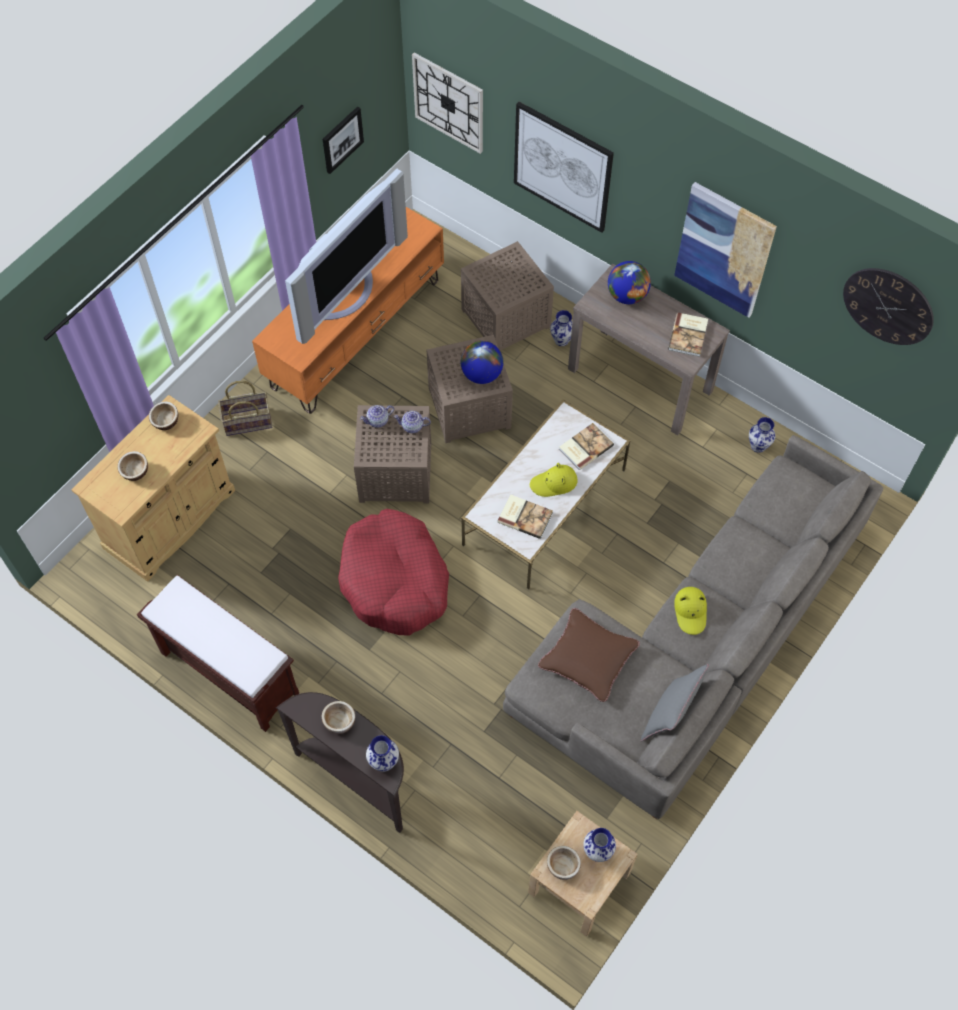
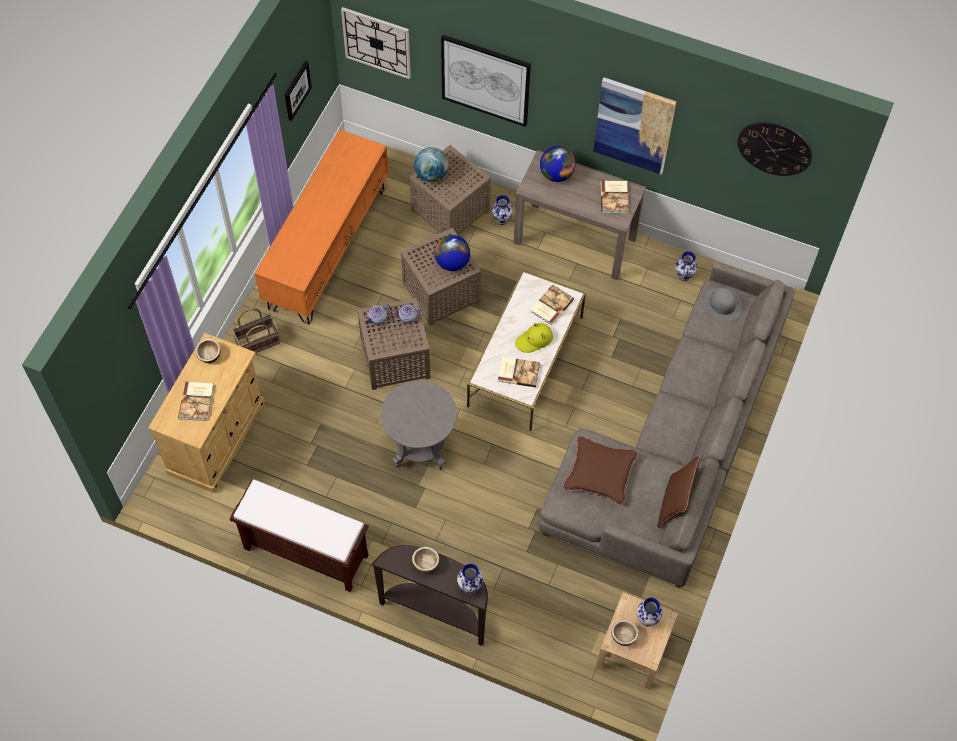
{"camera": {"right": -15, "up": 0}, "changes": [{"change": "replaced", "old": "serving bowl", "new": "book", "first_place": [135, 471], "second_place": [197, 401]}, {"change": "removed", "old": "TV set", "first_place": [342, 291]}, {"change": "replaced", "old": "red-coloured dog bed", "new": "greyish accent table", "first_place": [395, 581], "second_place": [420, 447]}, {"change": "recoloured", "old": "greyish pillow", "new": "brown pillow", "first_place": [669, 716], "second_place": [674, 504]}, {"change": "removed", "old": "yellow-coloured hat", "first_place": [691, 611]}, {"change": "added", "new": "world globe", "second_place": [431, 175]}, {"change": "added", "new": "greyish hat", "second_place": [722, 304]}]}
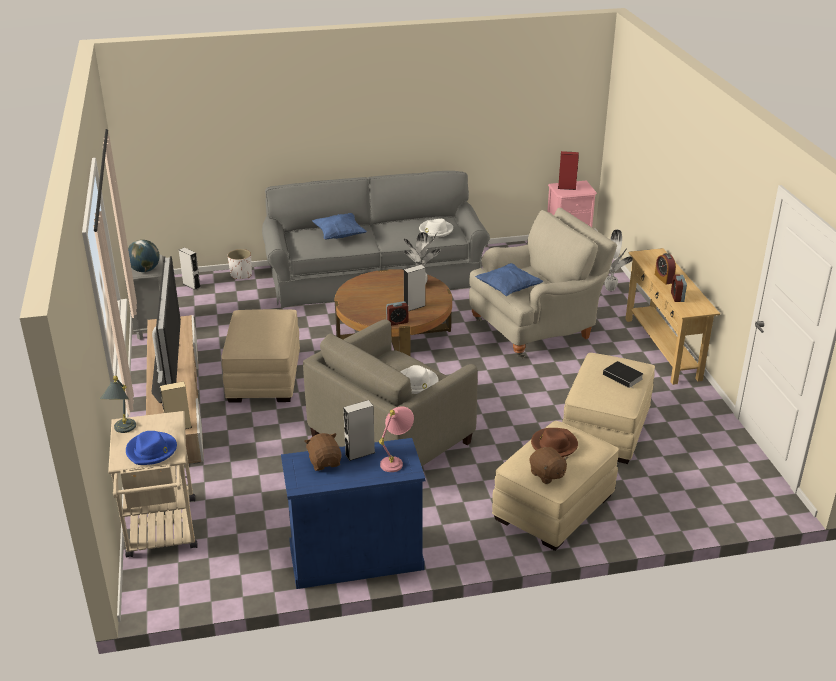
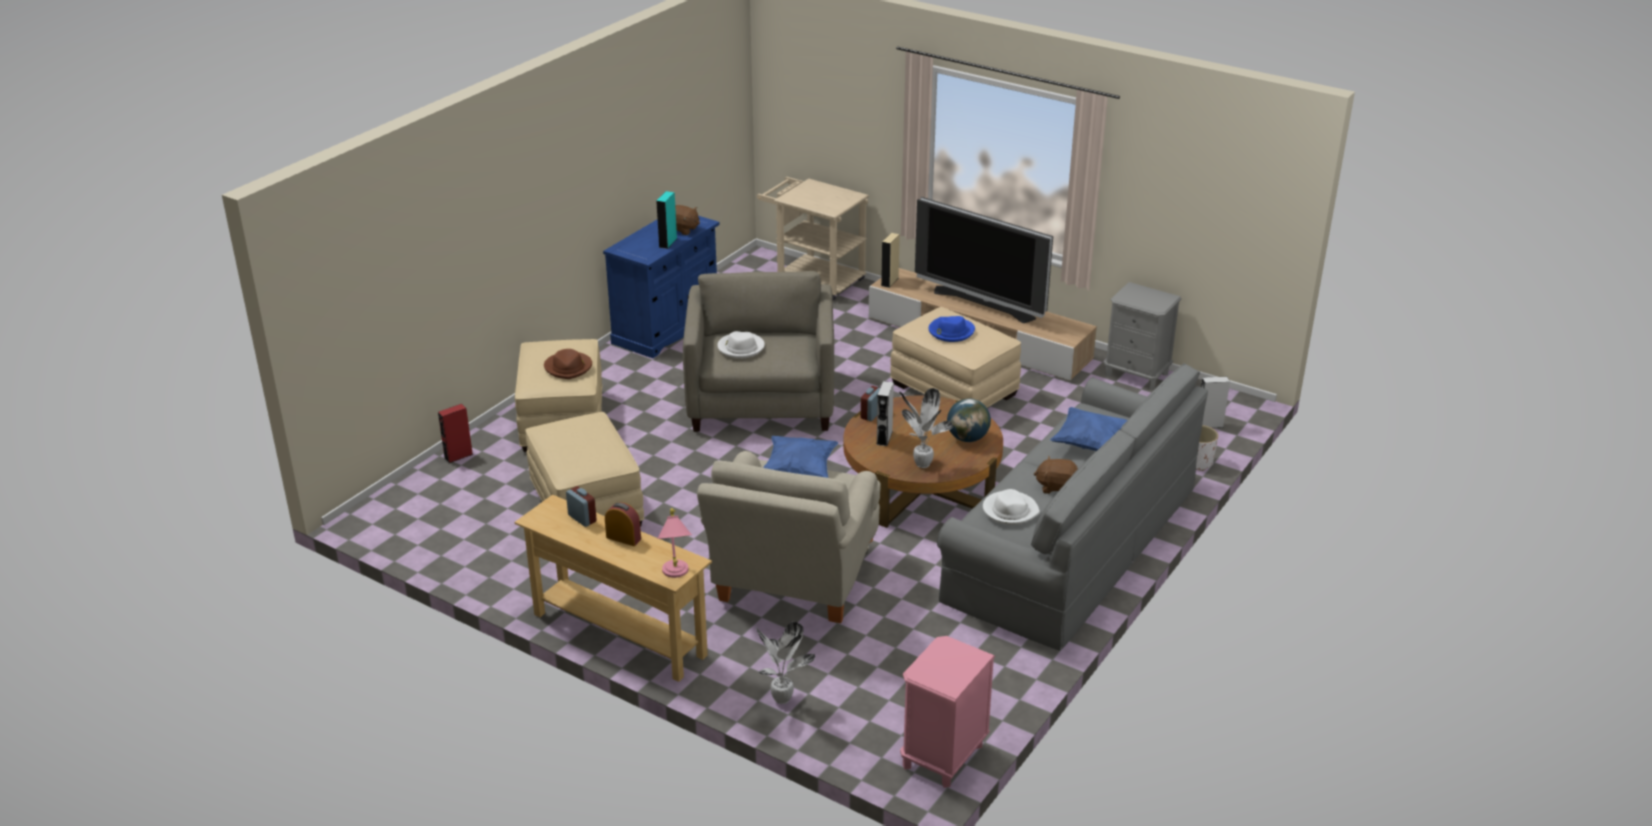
{"camera": {"right": 135, "up": 0}, "changes": [{"change": "removed", "old": "greyish tabletop lamp", "first_place": [122, 431]}, {"change": "moved", "old": "bluish hat", "first_place": [152, 450], "second_place": [951, 331]}, {"change": "moved", "old": "world globe", "first_place": [144, 270], "second_place": [967, 438]}, {"change": "recoloured", "old": "greyish loudspeaker", "new": "turquoise loudspeaker", "first_place": [360, 453], "second_place": [668, 242]}, {"change": "moved", "old": "pink-coloured tabletop lamp", "first_place": [396, 460], "second_place": [676, 575]}, {"change": "moved", "old": "brown cuddly toy", "first_place": [547, 475], "second_place": [1056, 487]}, {"change": "moved", "old": "red-coloured loudspeaker", "first_place": [566, 188], "second_place": [458, 456]}, {"change": "removed", "old": "book", "first_place": [624, 377]}]}
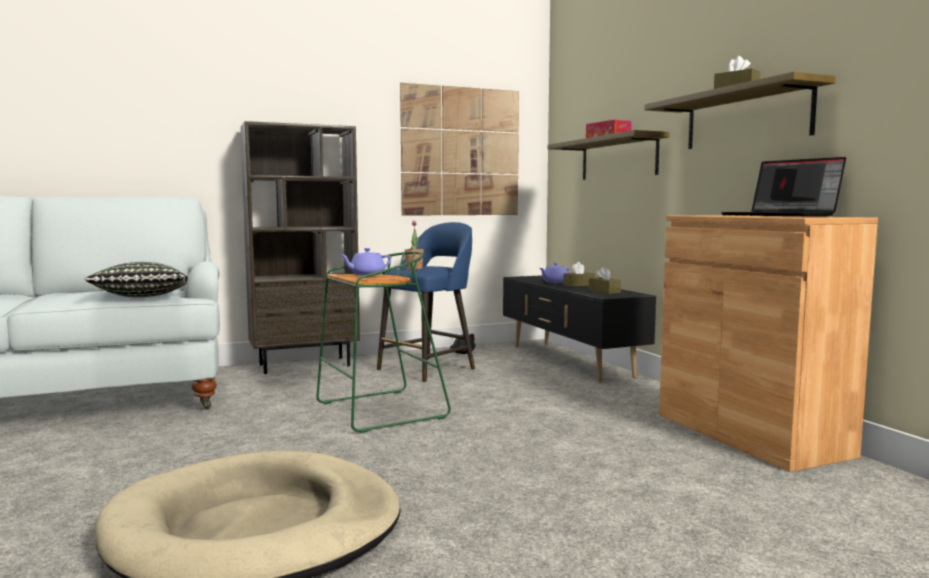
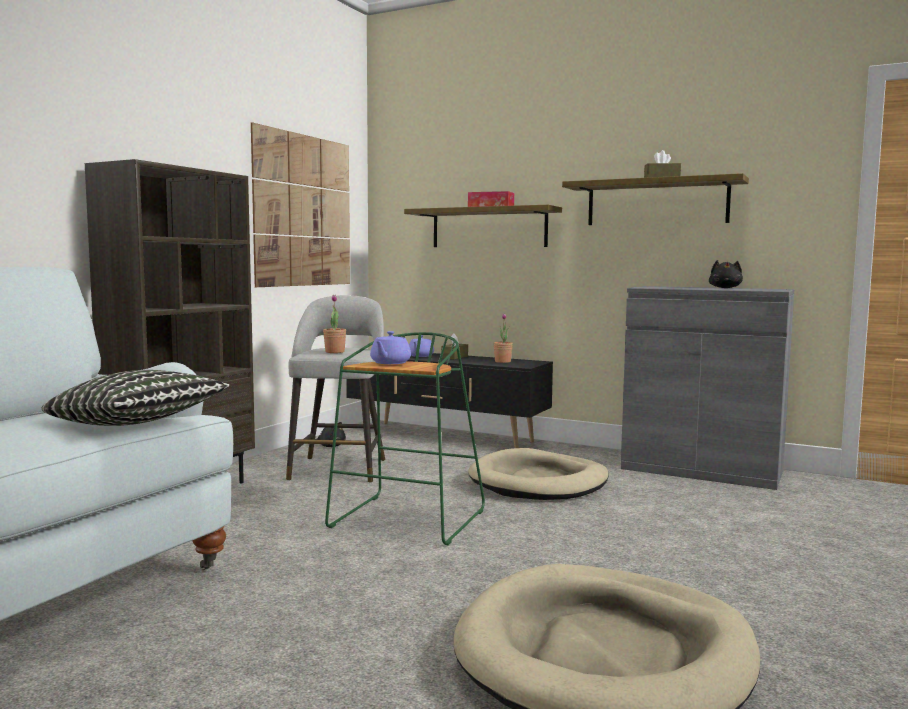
{"camera": {"right": -40, "up": 0}, "changes": [{"change": "recoloured", "old": "bluish sitting stool", "new": "greyish sitting stool", "first_place": [428, 369], "second_place": [339, 468]}, {"change": "replaced", "old": "brown box of tissues", "new": "plant in a pot", "first_place": [604, 292], "second_place": [502, 361]}, {"change": "recoloured", "old": "brown cupboard", "new": "greyish cupboard", "first_place": [750, 434], "second_place": [701, 470]}, {"change": "replaced", "old": "laptop", "new": "blackish cuddly toy", "first_place": [782, 216], "second_place": [725, 288]}, {"change": "added", "new": "beige-coloured dog bed", "second_place": [539, 482]}]}
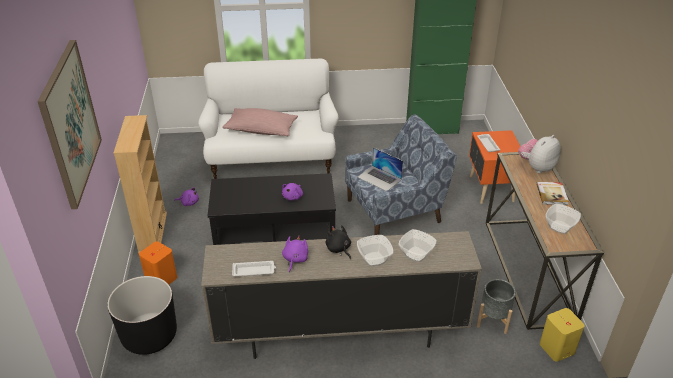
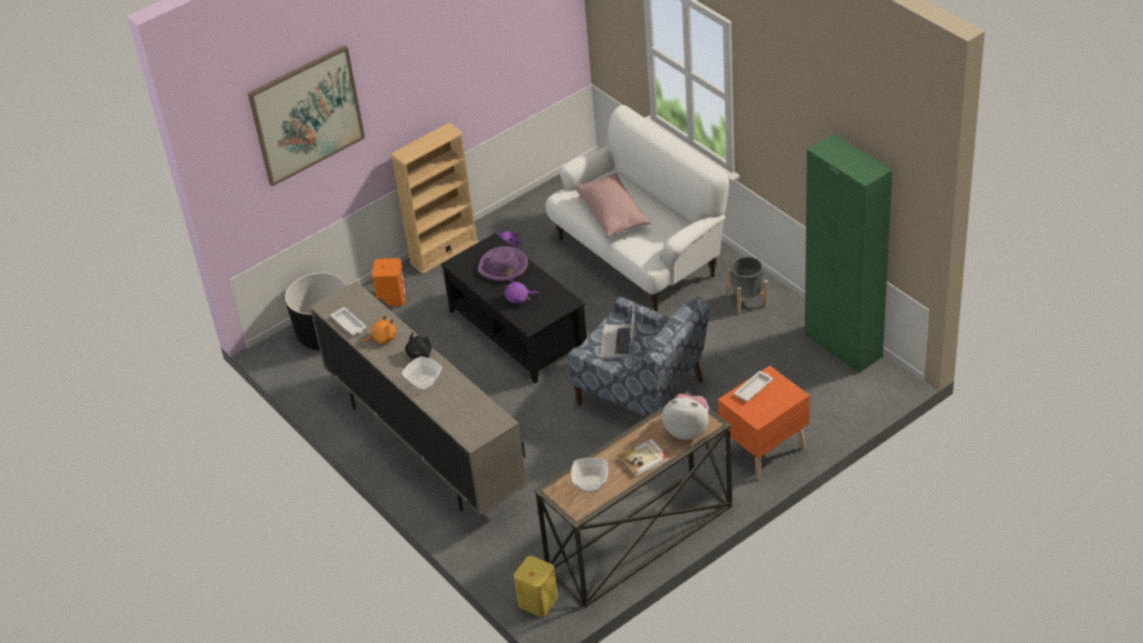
{"camera": {"right": 60, "up": 5}, "changes": [{"change": "recoloured", "old": "purplish cuddly toy", "new": "orange cuddly toy", "first_place": [295, 259], "second_place": [382, 338]}, {"change": "removed", "old": "serving bowl", "first_place": [416, 255]}, {"change": "moved", "old": "greyish plant pot", "first_place": [493, 319], "second_place": [747, 300]}, {"change": "added", "new": "purplish hat", "second_place": [503, 267]}]}
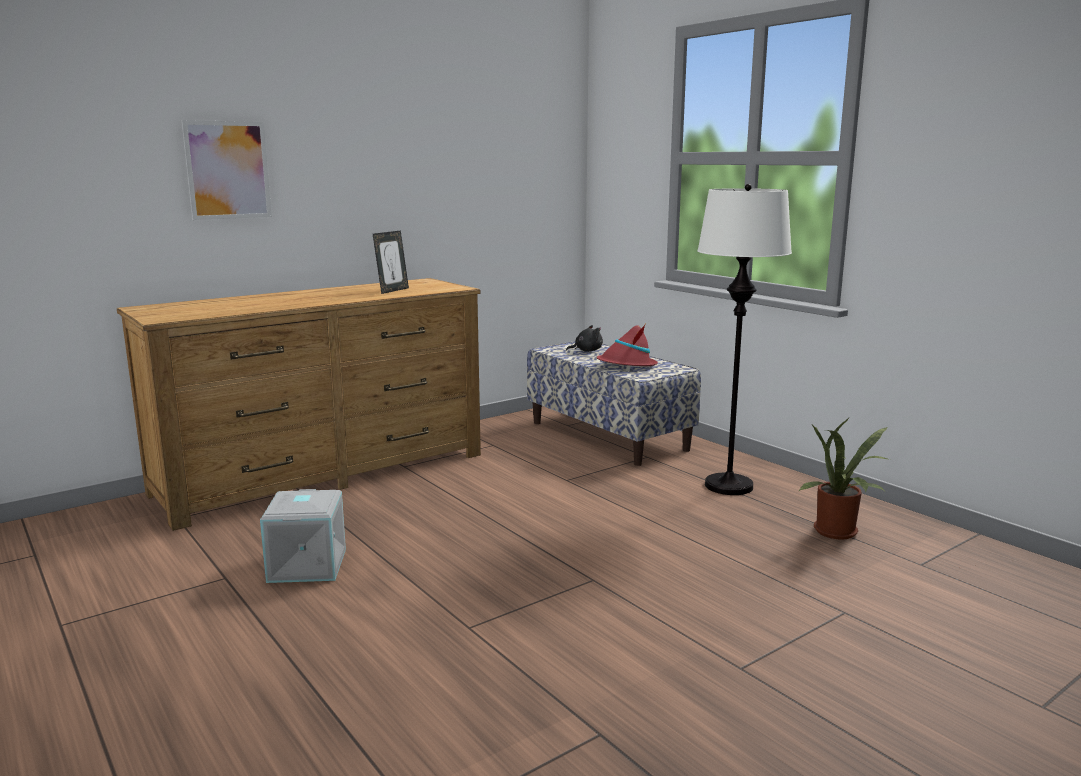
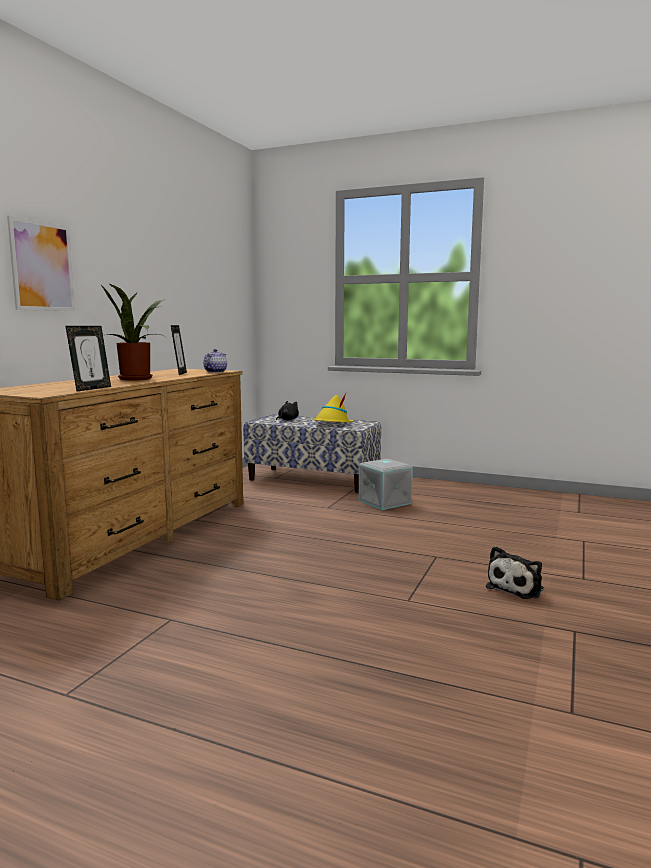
{"camera": {"right": -30, "up": -5}, "changes": [{"change": "moved", "old": "greyish storage container", "first_place": [309, 566], "second_place": [385, 502]}, {"change": "recoloured", "old": "red-coloured hat", "new": "yellow-coloured hat", "first_place": [626, 365], "second_place": [332, 424]}, {"change": "removed", "old": "white standing lamp", "first_place": [728, 486]}, {"change": "moved", "old": "plant in a pot", "first_place": [839, 533], "second_place": [138, 379]}, {"change": "added", "new": "standing frame", "second_place": [91, 389]}, {"change": "added", "new": "tea pot", "second_place": [215, 372]}, {"change": "added", "new": "cuddly toy", "second_place": [517, 587]}]}
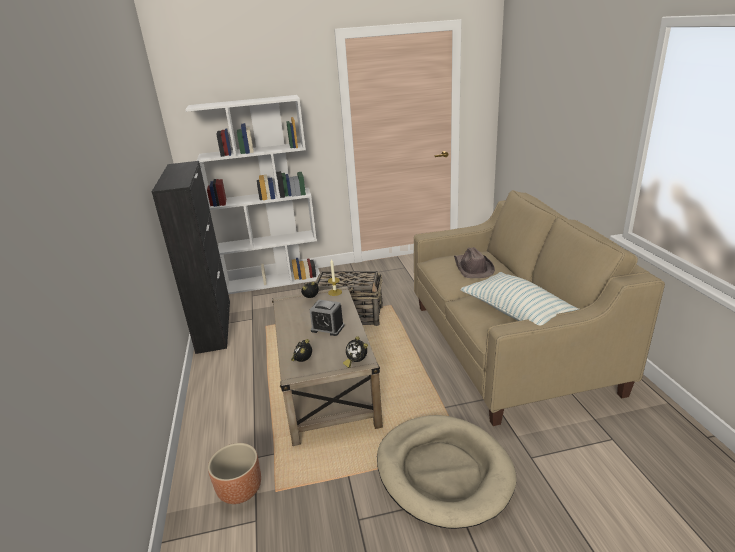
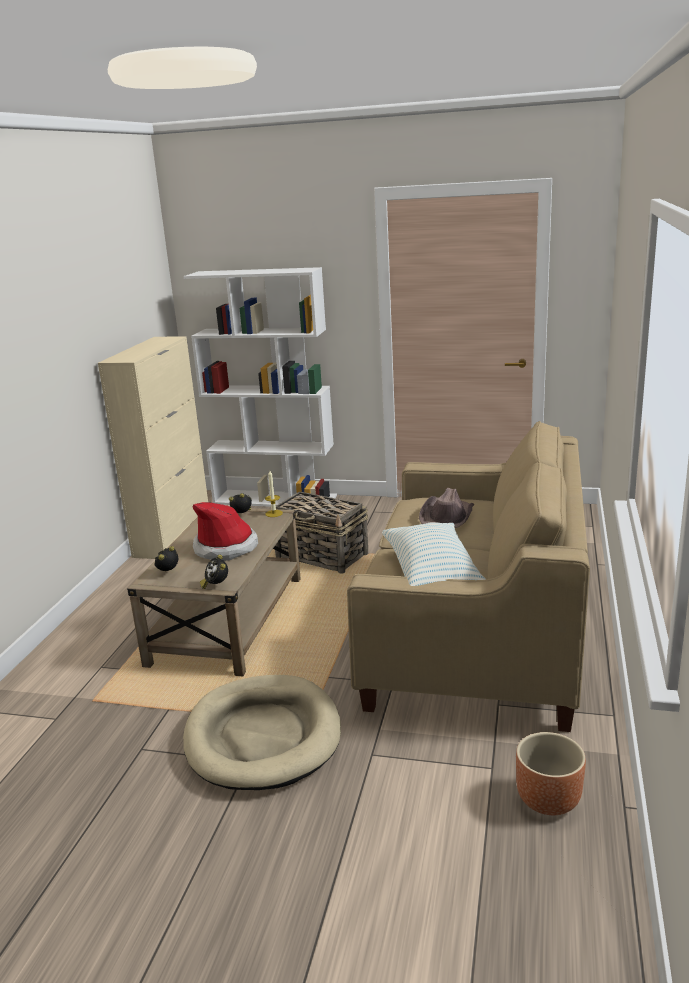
{"camera": {"right": 25, "up": -5}, "changes": [{"change": "recoloured", "old": "blackish cupboard", "new": "beige-coloured cupboard", "first_place": [214, 325], "second_place": [173, 533]}, {"change": "moved", "old": "brown plant pot", "first_place": [240, 490], "second_place": [548, 799]}, {"change": "replaced", "old": "table clock", "new": "hat", "first_place": [327, 328], "second_place": [226, 547]}]}
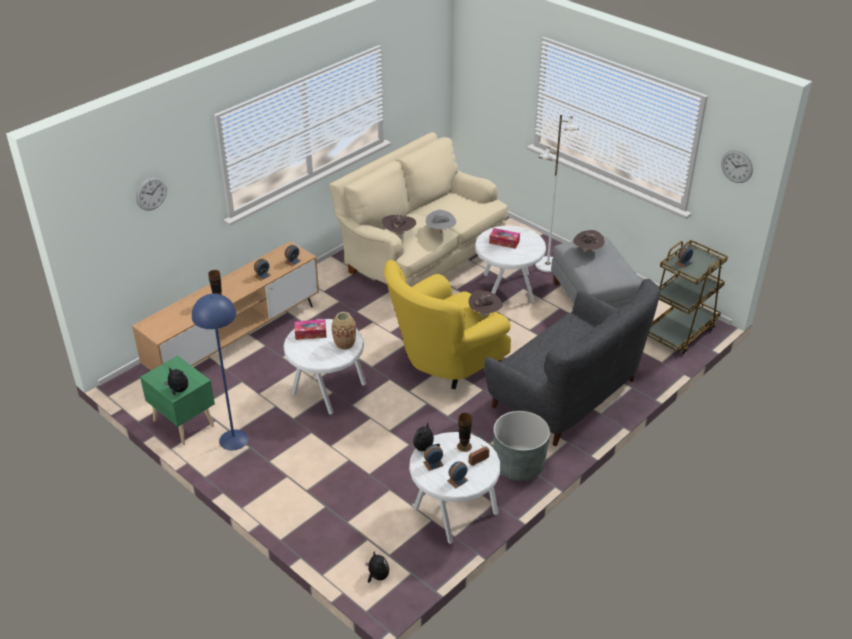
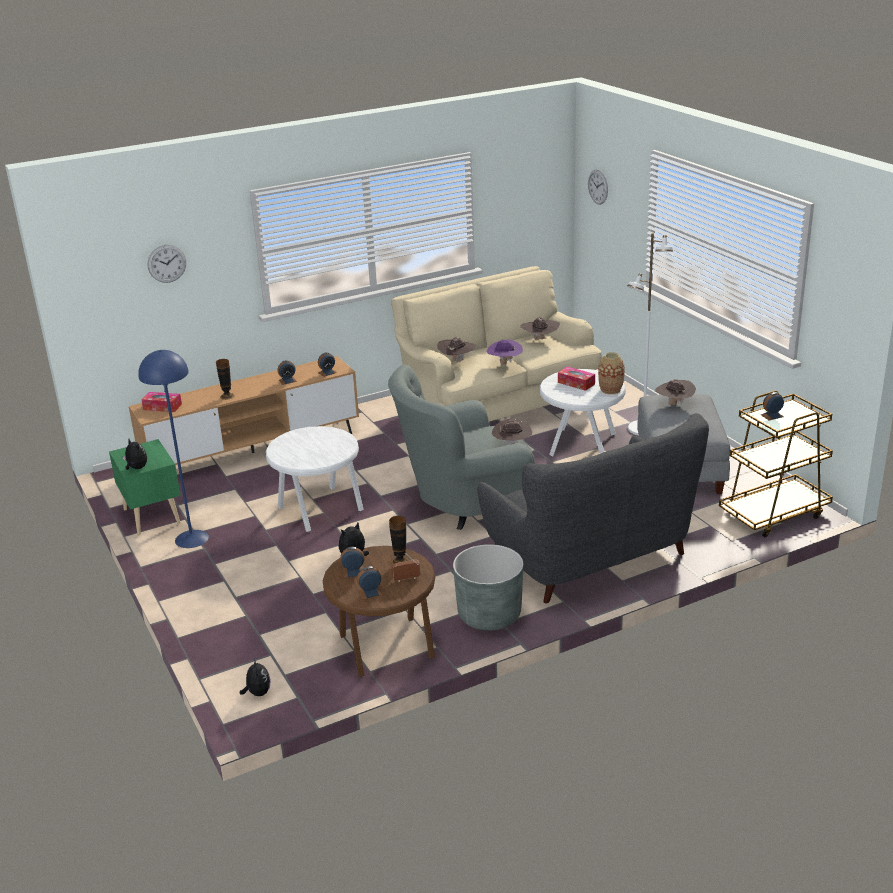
{"camera": {"right": 20, "up": -10}, "changes": [{"change": "moved", "old": "box of tissues", "first_place": [310, 333], "second_place": [162, 407]}, {"change": "moved", "old": "flower vase", "first_place": [344, 344], "second_place": [610, 390]}, {"change": "recoloured", "old": "yellow-coloured armchair", "new": "greyish armchair", "first_place": [445, 361], "second_place": [465, 503]}, {"change": "recoloured", "old": "white accent table", "new": "brown accent table", "first_place": [453, 511], "second_place": [384, 646]}, {"change": "recoloured", "old": "greyish hat", "new": "purplish hat", "first_place": [440, 231], "second_place": [504, 363]}, {"change": "moved", "old": "hanging clock", "first_place": [736, 166], "second_place": [598, 187]}, {"change": "added", "new": "brown hat", "second_place": [540, 340]}]}
